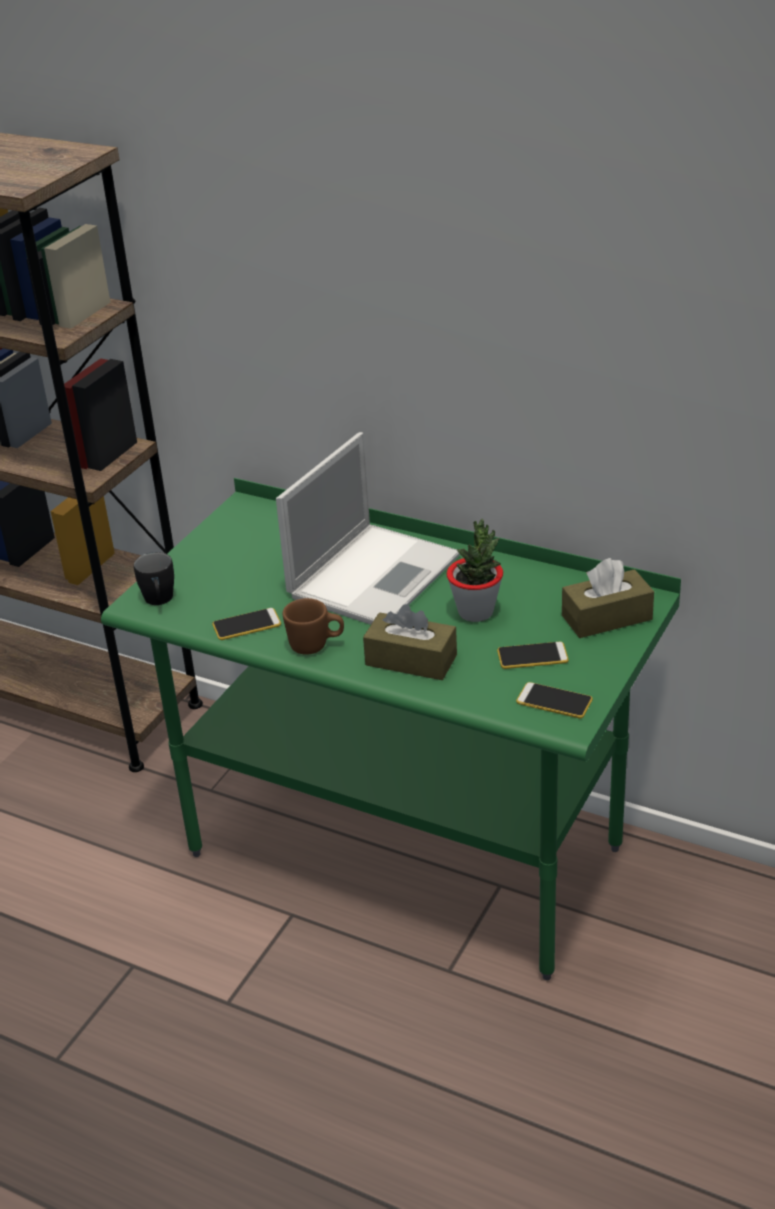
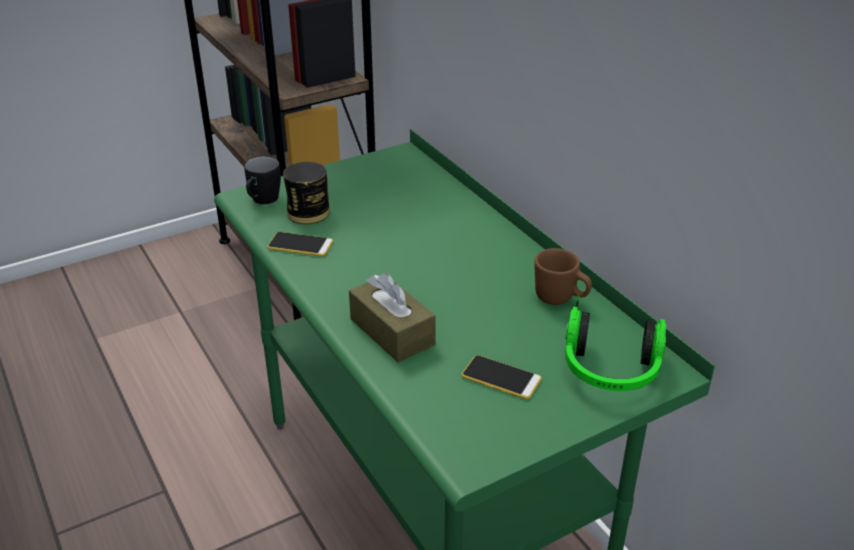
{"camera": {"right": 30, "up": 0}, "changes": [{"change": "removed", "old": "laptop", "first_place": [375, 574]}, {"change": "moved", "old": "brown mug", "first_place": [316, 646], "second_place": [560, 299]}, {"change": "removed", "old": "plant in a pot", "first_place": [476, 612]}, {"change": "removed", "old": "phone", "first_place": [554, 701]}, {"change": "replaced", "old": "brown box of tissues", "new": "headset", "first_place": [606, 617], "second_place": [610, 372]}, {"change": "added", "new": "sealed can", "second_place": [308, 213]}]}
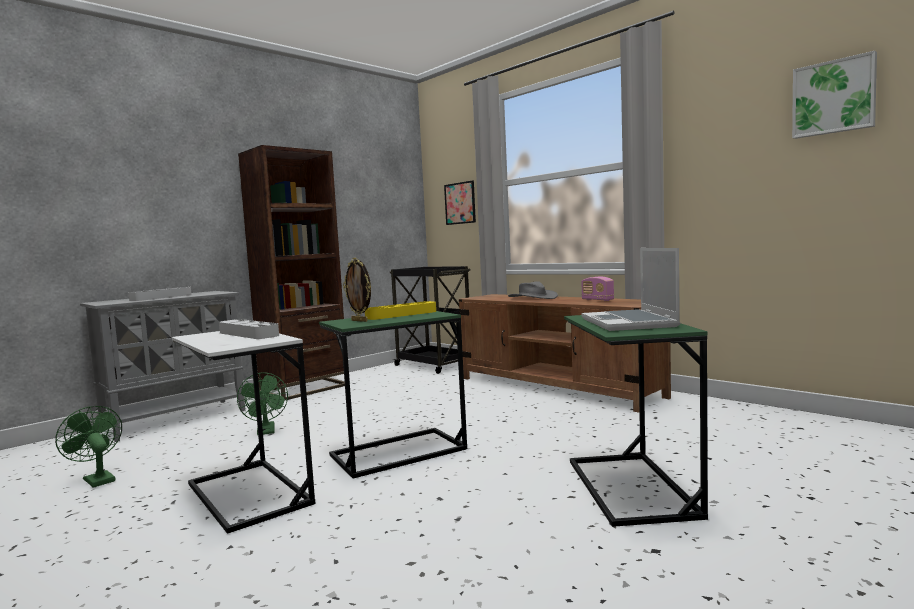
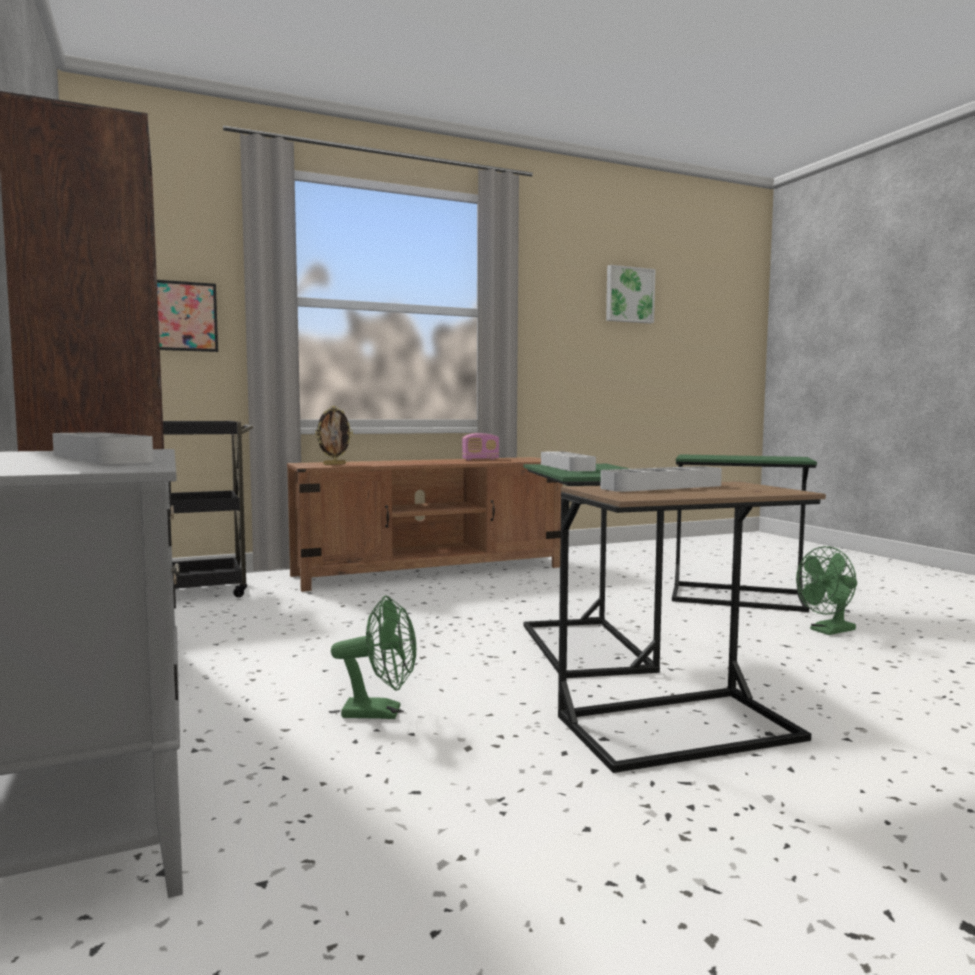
{"camera": {"right": -70, "up": 0}, "changes": [{"change": "moved", "old": "green-coloured electric fan", "first_place": [96, 479], "second_place": [828, 631]}, {"change": "recoloured", "old": "white accent table", "new": "brown accent table", "first_place": [249, 493], "second_place": [679, 728]}, {"change": "moved", "old": "standing frame", "first_place": [360, 321], "second_place": [334, 464]}, {"change": "recoloured", "old": "yellow-coloured carrying tray", "new": "greyish carrying tray", "first_place": [401, 315], "second_place": [566, 467]}, {"change": "removed", "old": "greyish hat", "first_place": [532, 298]}, {"change": "removed", "old": "laptop", "first_place": [629, 323]}]}
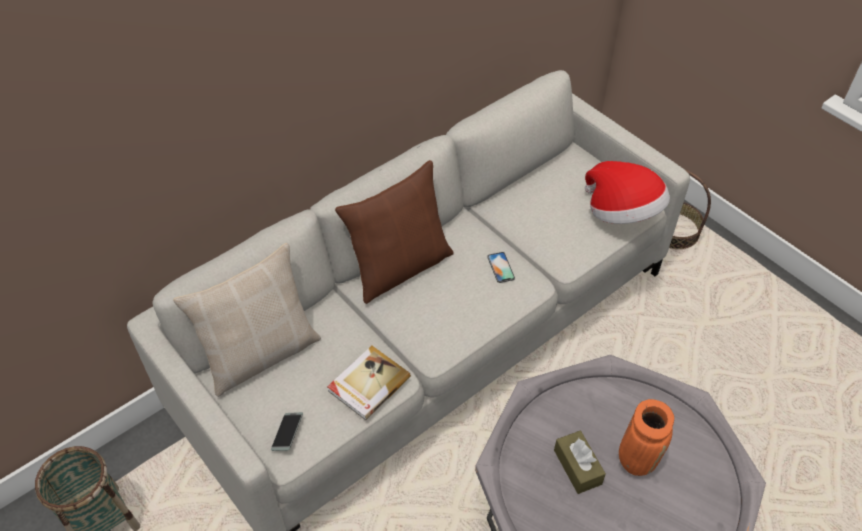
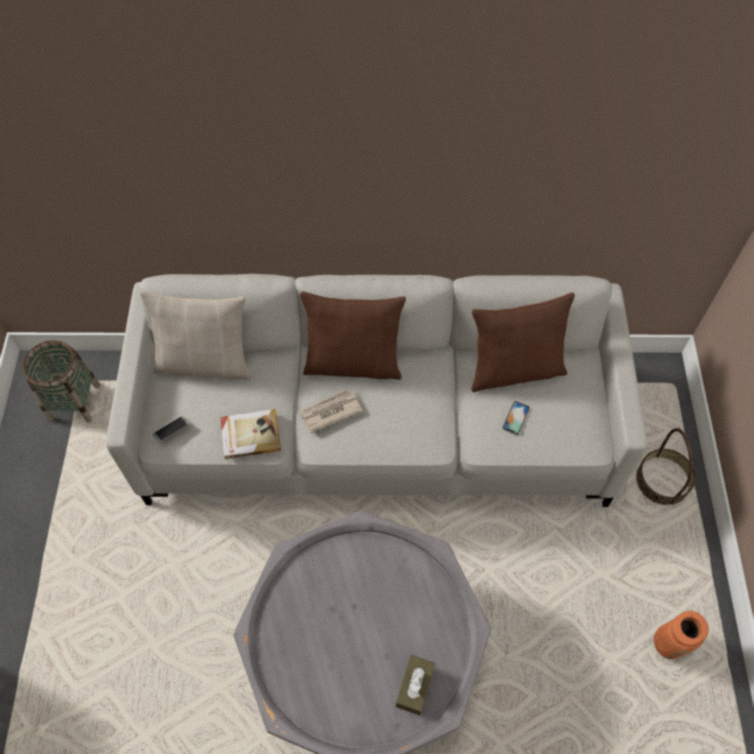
{"camera": {"right": 40, "up": 10}, "changes": [{"change": "moved", "old": "phone", "first_place": [501, 267], "second_place": [516, 418]}, {"change": "moved", "old": "brown box of tissues", "first_place": [577, 467], "second_place": [415, 687]}, {"change": "removed", "old": "hat", "first_place": [622, 213]}, {"change": "moved", "old": "orange flower vase", "first_place": [636, 459], "second_place": [669, 643]}, {"change": "added", "new": "daily paper", "second_place": [329, 412]}, {"change": "added", "new": "brown pillow", "second_place": [515, 369]}]}
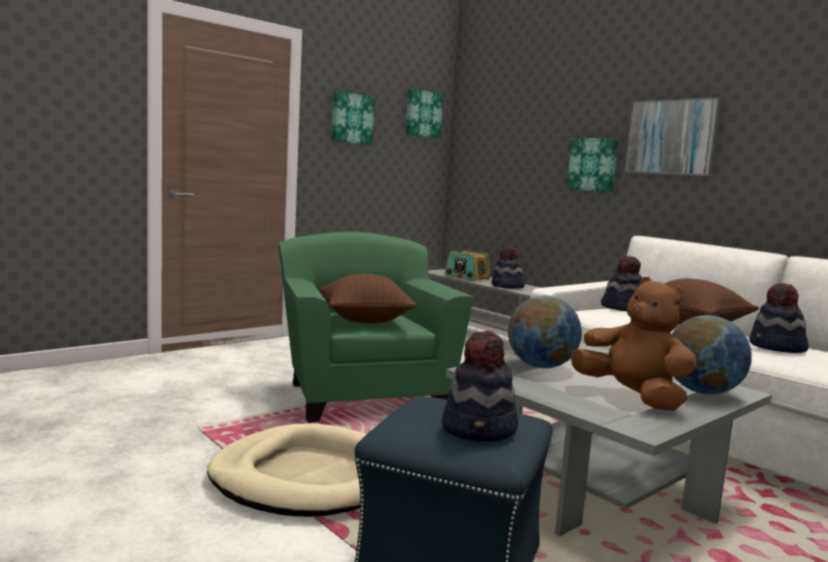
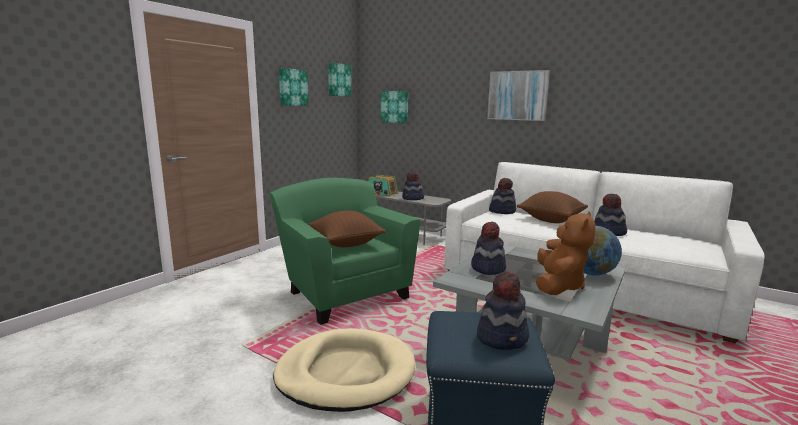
{"camera": {"right": -15, "up": 5}, "changes": [{"change": "replaced", "old": "world globe", "new": "hat", "first_place": [541, 366], "second_place": [487, 268]}, {"change": "moved", "old": "wall picture", "first_place": [593, 165], "second_place": [395, 107]}, {"change": "turned", "old": "brown cuddly toy", "first_place": [632, 397], "second_place": [558, 285], "degrees": 75}]}
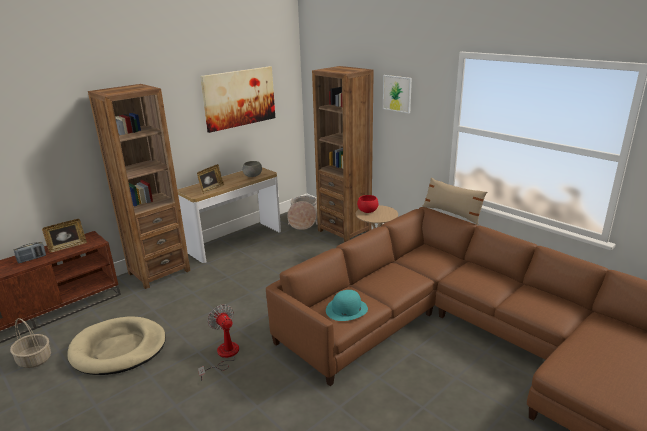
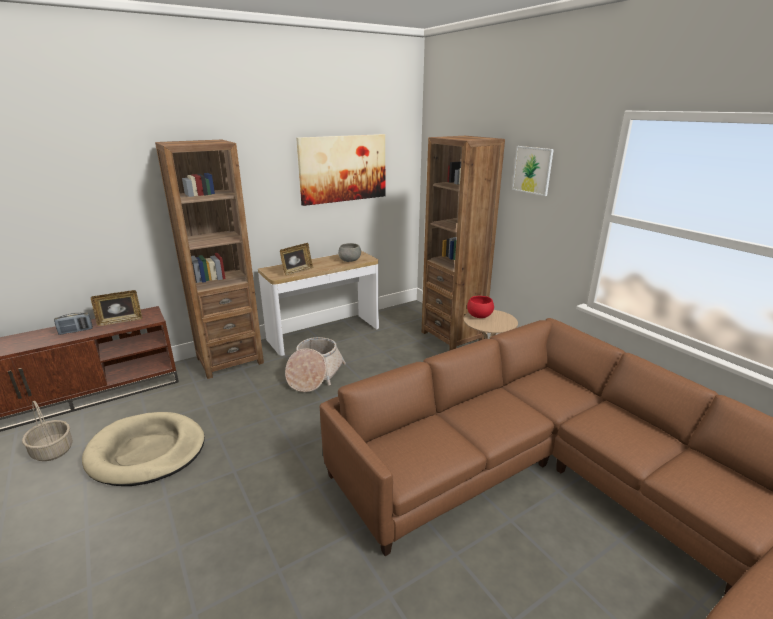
{"camera": {"right": 10, "up": 0}, "changes": [{"change": "removed", "old": "electric fan", "first_place": [224, 356]}, {"change": "moved", "old": "storage basket", "first_place": [304, 221], "second_place": [314, 375]}, {"change": "removed", "old": "turquoise hat", "first_place": [346, 309]}, {"change": "removed", "old": "beige-coloured pillow", "first_place": [452, 213]}]}
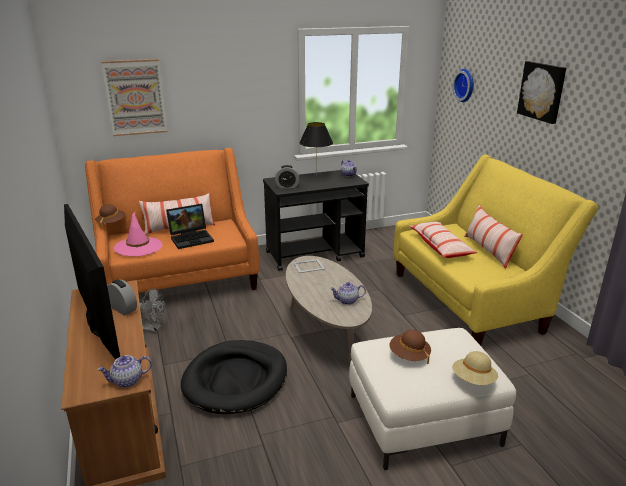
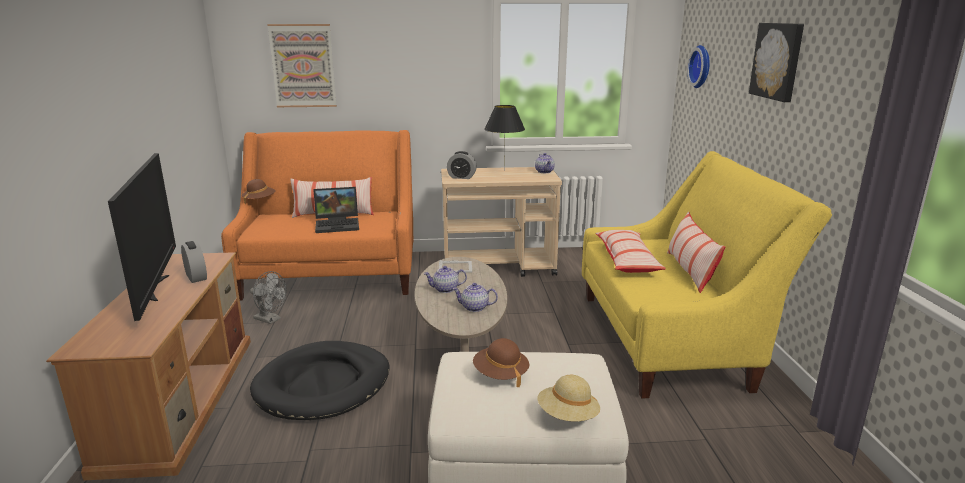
{"camera": {"right": 15, "up": -5}, "changes": [{"change": "moved", "old": "tea pot", "first_place": [127, 381], "second_place": [445, 289]}, {"change": "removed", "old": "pink-coloured hat", "first_place": [138, 247]}, {"change": "recoloured", "old": "blackish trolley", "new": "beige-coloured trolley", "first_place": [315, 254], "second_place": [499, 267]}]}
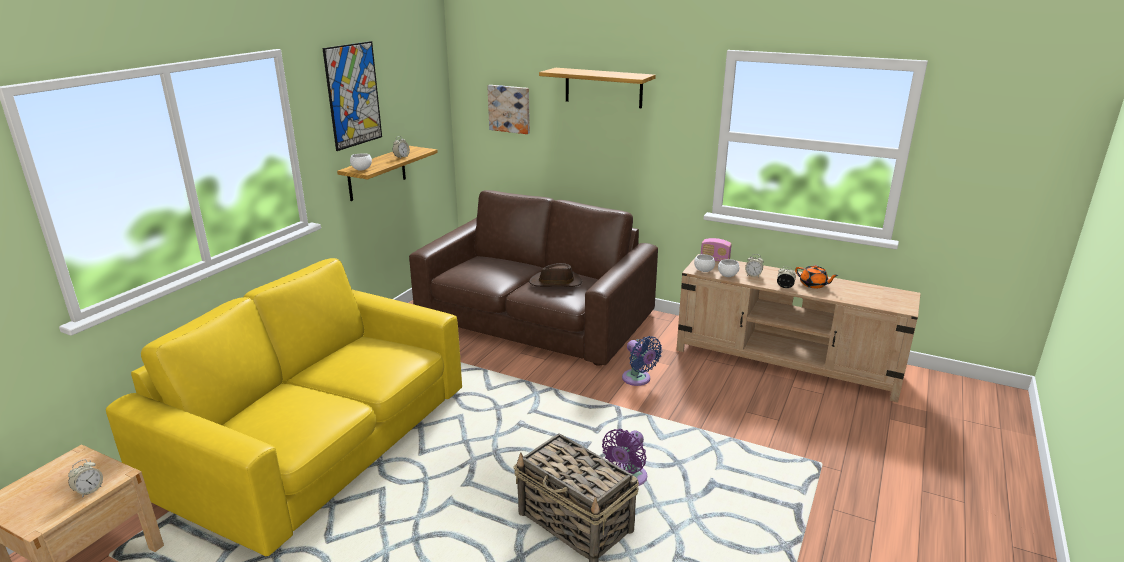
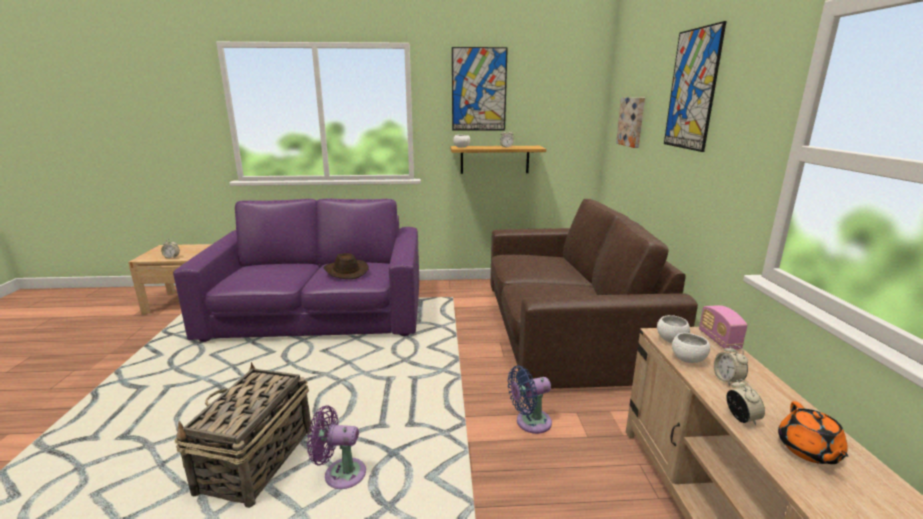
{"camera": {"right": 60, "up": -5}, "changes": [{"change": "recoloured", "old": "yellow-coloured sofa", "new": "purplish sofa", "first_place": [318, 440], "second_place": [318, 313]}, {"change": "moved", "old": "brown hat", "first_place": [556, 283], "second_place": [345, 271]}, {"change": "replaced", "old": "shelf", "new": "wall picture", "first_place": [603, 87], "second_place": [692, 89]}, {"change": "turned", "old": "bluish electric fan", "first_place": [638, 379], "second_place": [530, 422], "degrees": 45}]}
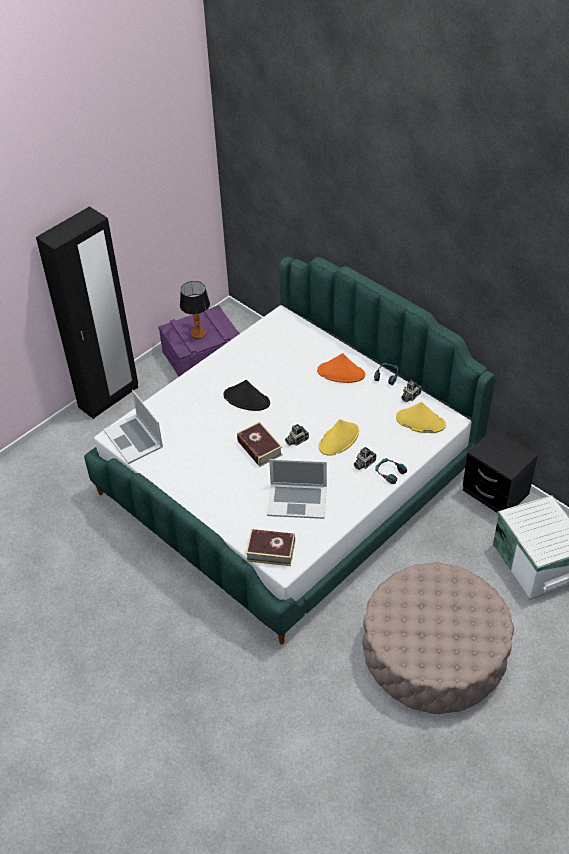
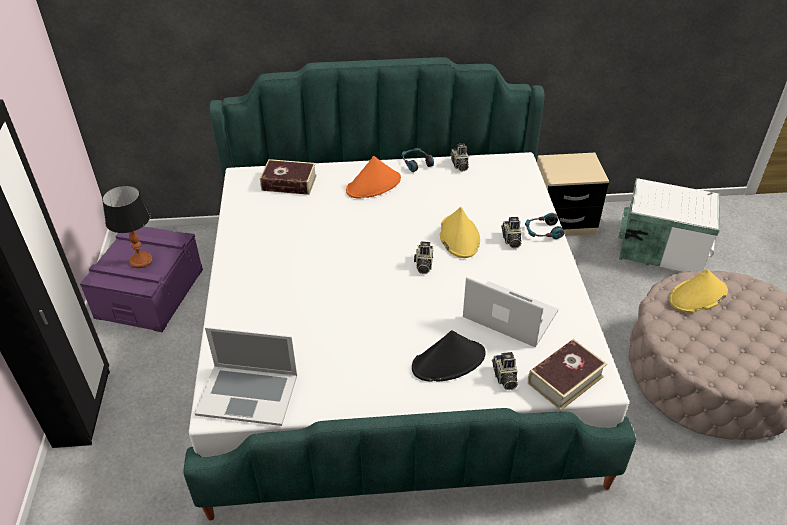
{"camera": {"right": -50, "up": -5}, "changes": [{"change": "moved", "old": "blackish hat", "first_place": [247, 399], "second_place": [449, 361]}, {"change": "moved", "old": "book", "first_place": [259, 448], "second_place": [289, 183]}, {"change": "turned", "old": "laptop", "first_place": [297, 500], "second_place": [509, 314], "degrees": -105}, {"change": "moved", "old": "yellow-coloured hat", "first_place": [420, 421], "second_place": [697, 296]}, {"change": "recoloured", "old": "blackish night table", "new": "beige-coloured night table", "first_place": [495, 492], "second_place": [562, 222]}, {"change": "added", "new": "photo camera", "second_place": [504, 377]}]}
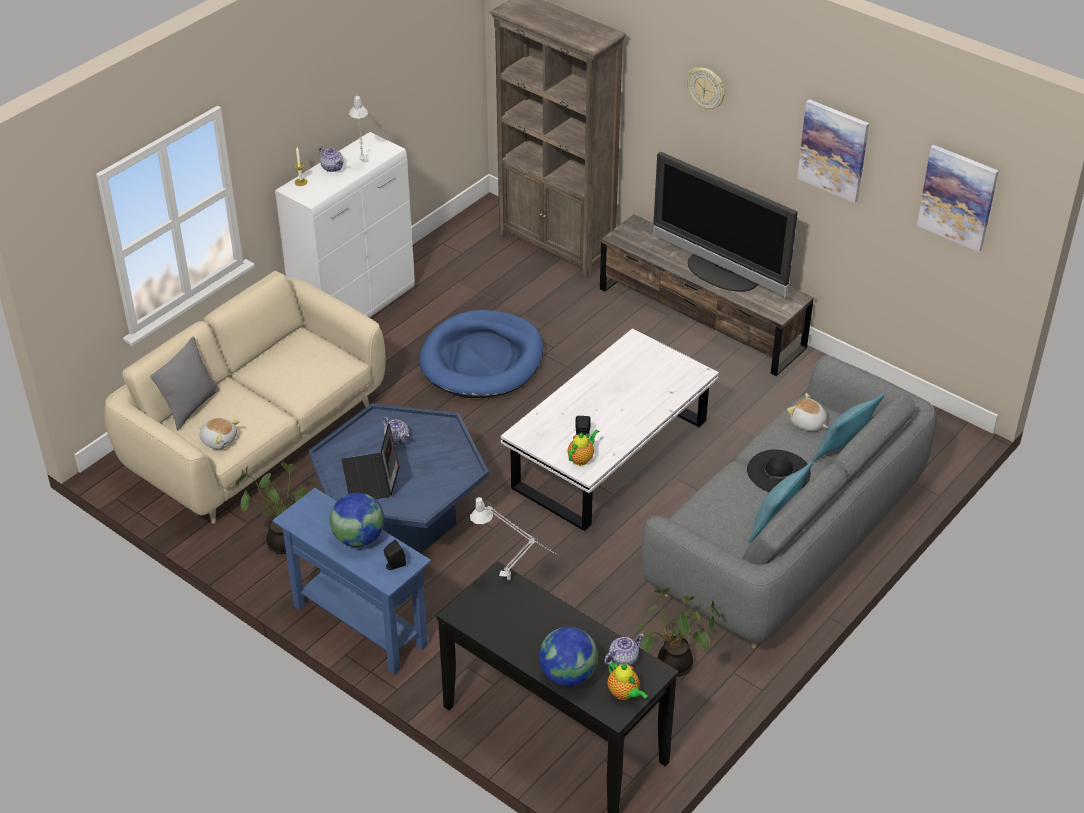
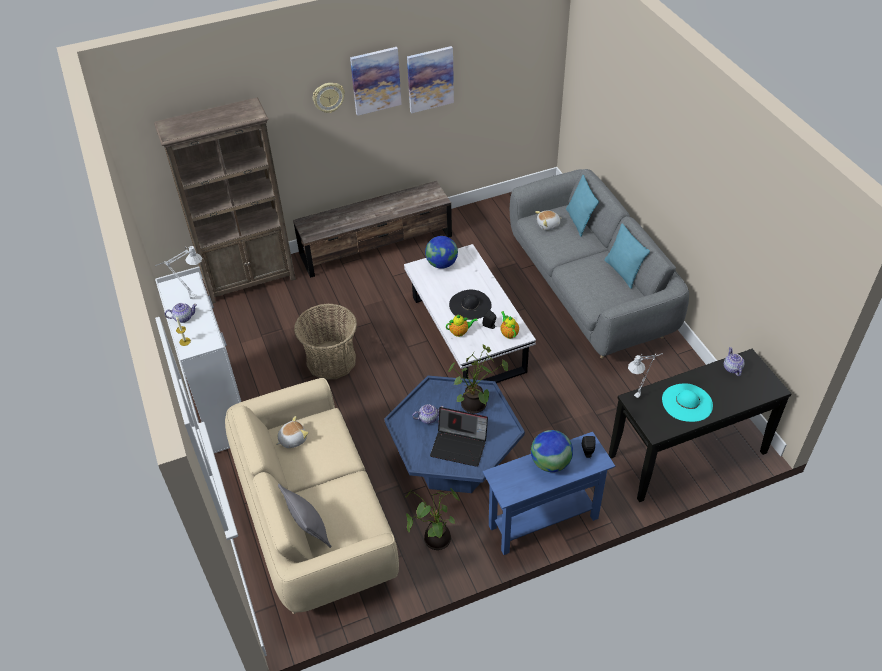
{"camera": {"right": -60, "up": 5}, "changes": [{"change": "moved", "old": "cuddly toy", "first_place": [219, 440], "second_place": [292, 439]}, {"change": "replaced", "old": "bluish dog bed", "new": "storage basket", "first_place": [482, 359], "second_place": [331, 360]}, {"change": "moved", "old": "world globe", "first_place": [568, 675], "second_place": [441, 264]}, {"change": "moved", "old": "tea pot", "first_place": [624, 694], "second_place": [460, 332]}, {"change": "moved", "old": "plant in a pot", "first_place": [673, 667], "second_place": [475, 406]}, {"change": "removed", "old": "TV set", "first_place": [720, 274]}, {"change": "moved", "old": "blackish hat", "first_place": [778, 472], "second_place": [470, 305]}, {"change": "moved", "old": "wall picture", "first_place": [958, 197], "second_place": [375, 80]}, {"change": "added", "new": "turquoise hat", "second_place": [687, 402]}]}
